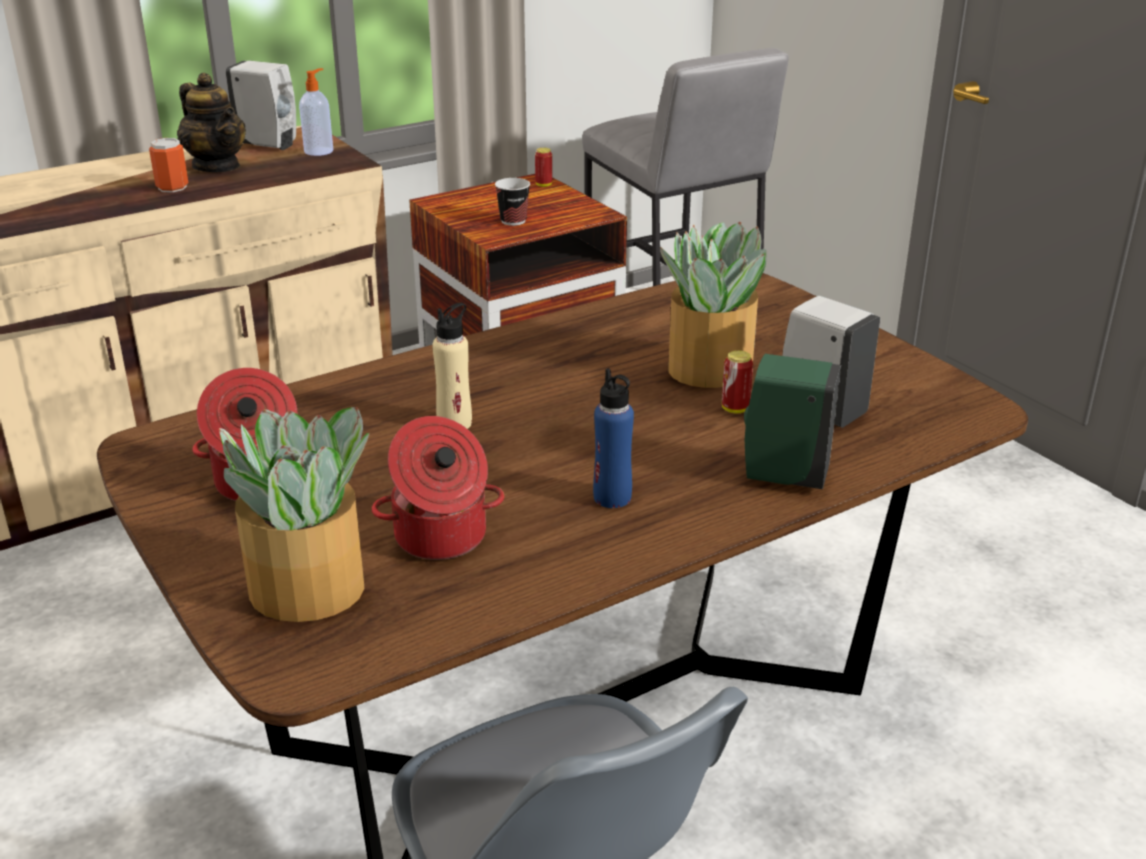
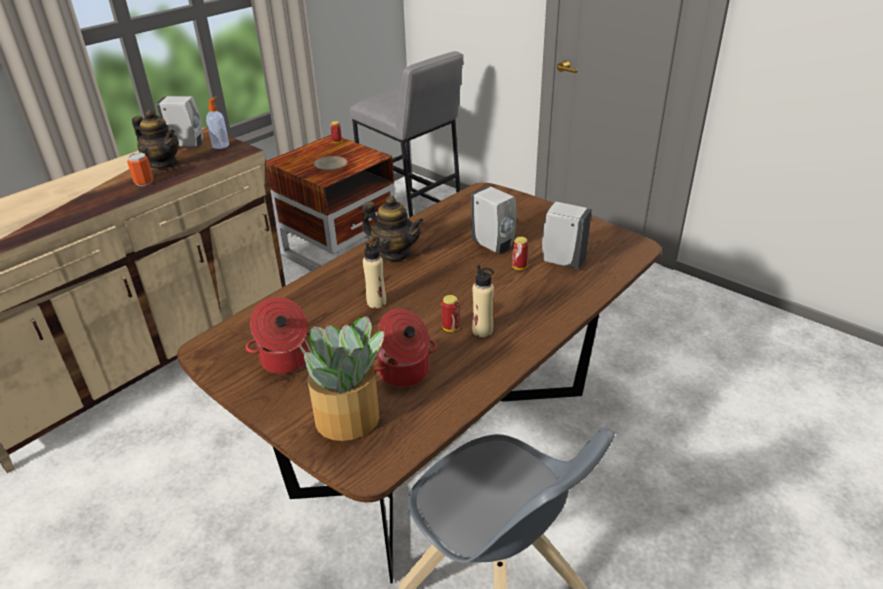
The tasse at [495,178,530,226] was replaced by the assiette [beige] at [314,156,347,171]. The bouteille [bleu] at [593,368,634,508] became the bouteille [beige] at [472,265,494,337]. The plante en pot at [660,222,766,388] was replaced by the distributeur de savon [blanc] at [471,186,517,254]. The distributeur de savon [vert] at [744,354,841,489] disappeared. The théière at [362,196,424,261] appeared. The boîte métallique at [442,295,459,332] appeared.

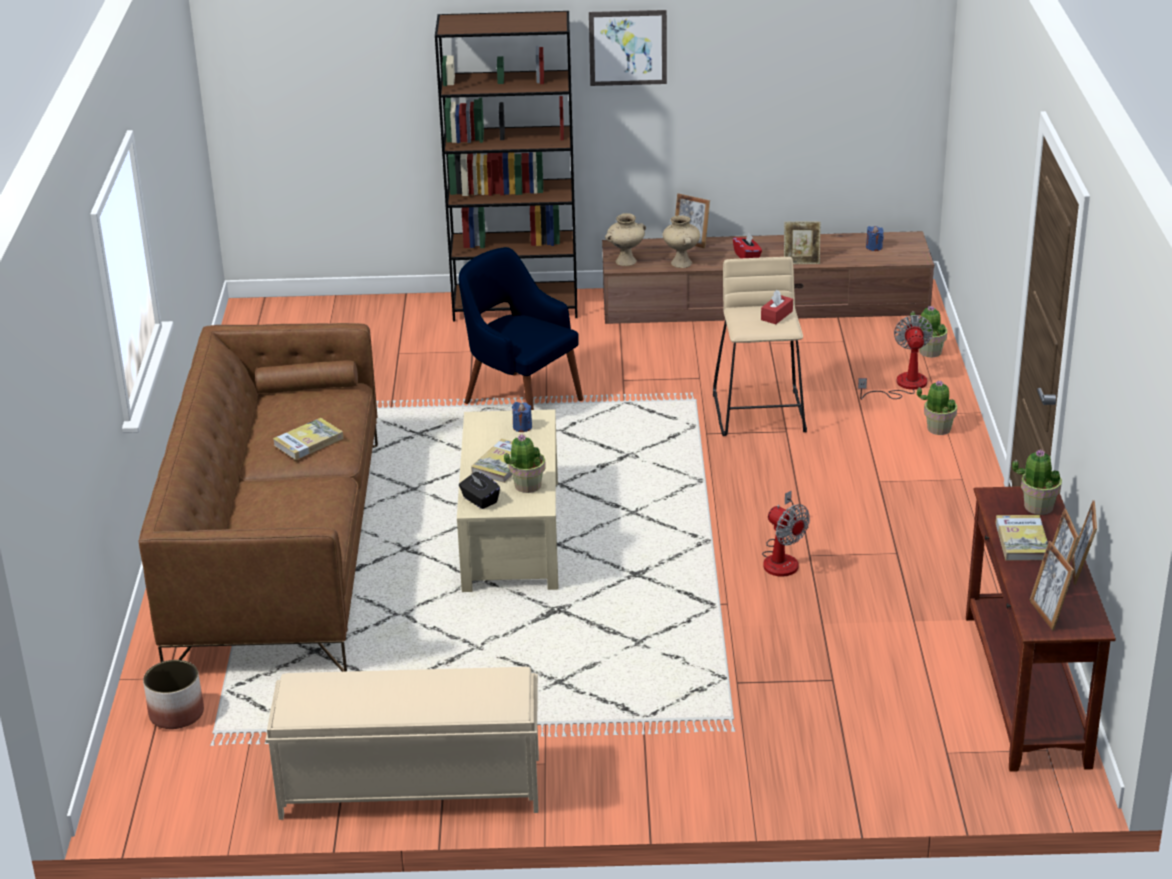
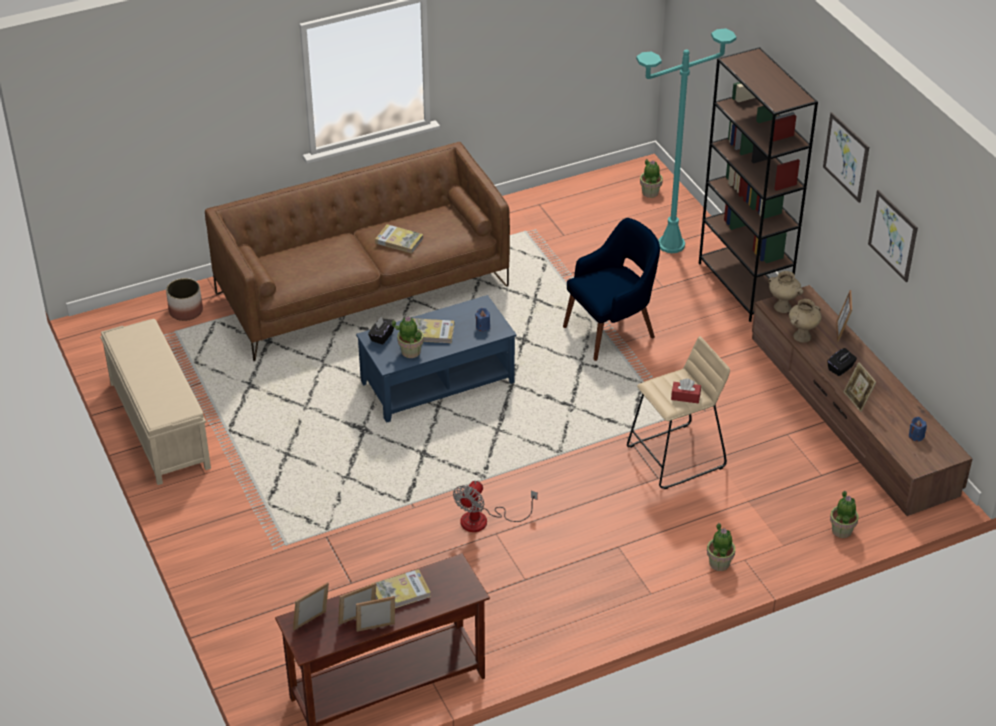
The table basse [beige] at [457,409,558,592] became the table basse [bleu] at [356,295,517,423]. The fauteuil [bleu] at [459,247,583,410] turned 45 degrees clockwise. The boîte à mouchoirs [rouge] at [733,232,762,259] became the boîte à mouchoirs [noir] at [827,348,857,376]. The ventilateur at [858,315,933,400] disappeared. The plante en pot moved from [1012,449,1062,515] to [640,159,663,198]. The lampadaire [turquoise] at [636,28,736,253] appeared. The tableau at [868,190,918,282] appeared.

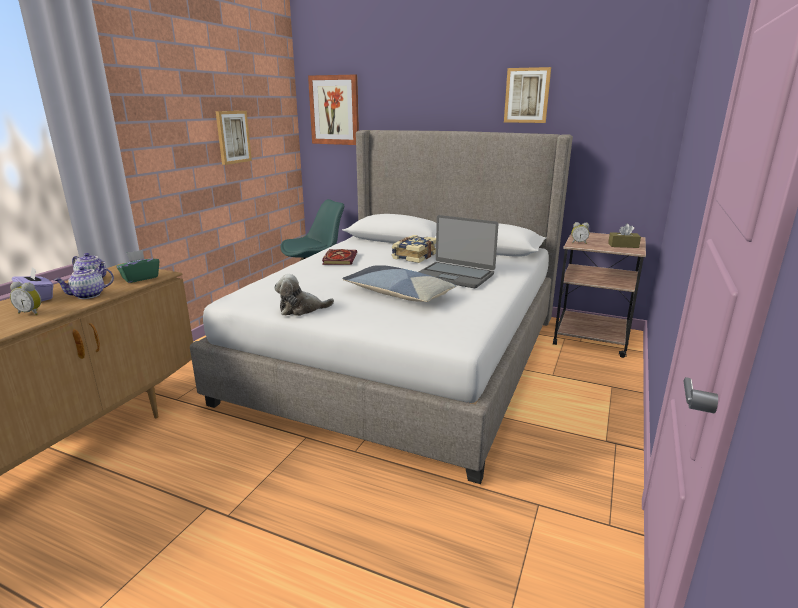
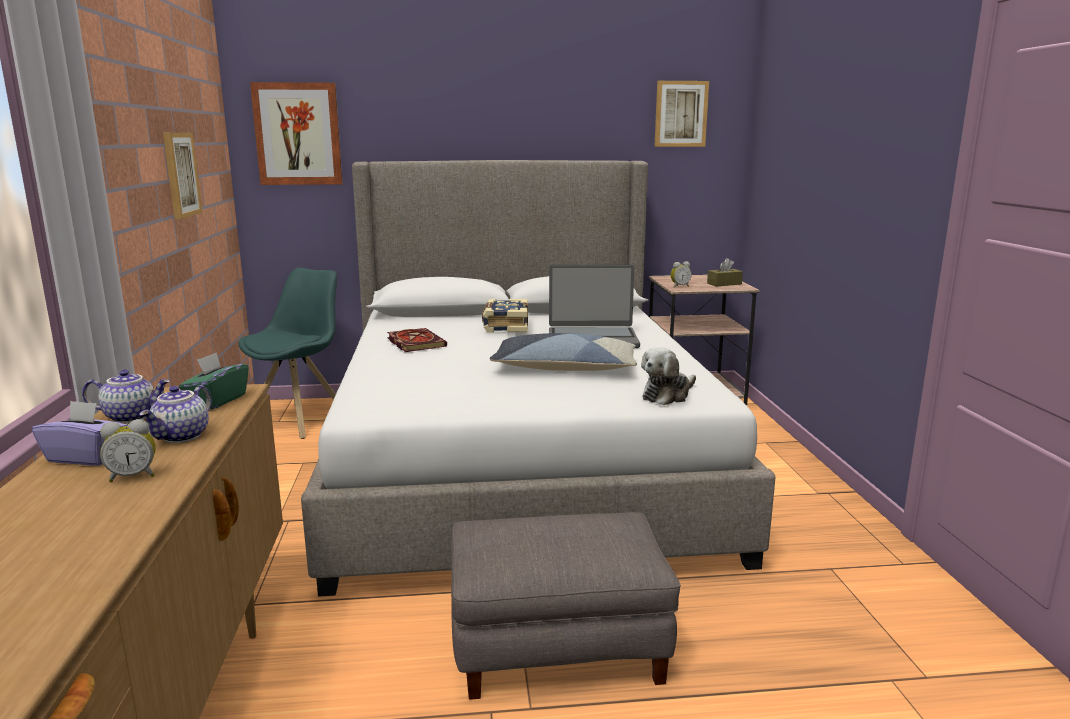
The peluche moved from [274,274,334,316] to [641,347,696,405]. The tableau moved from [504,67,551,123] to [654,81,709,147]. The pouf [gris] at [451,512,681,700] appeared.

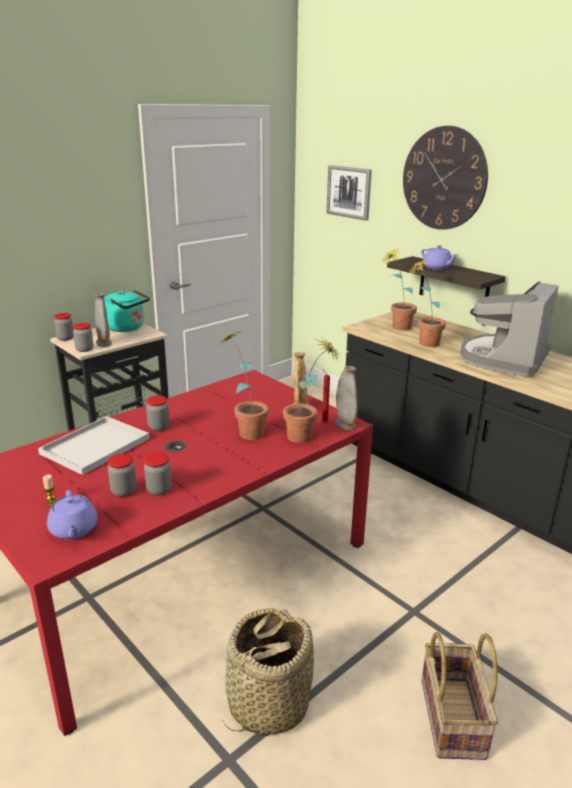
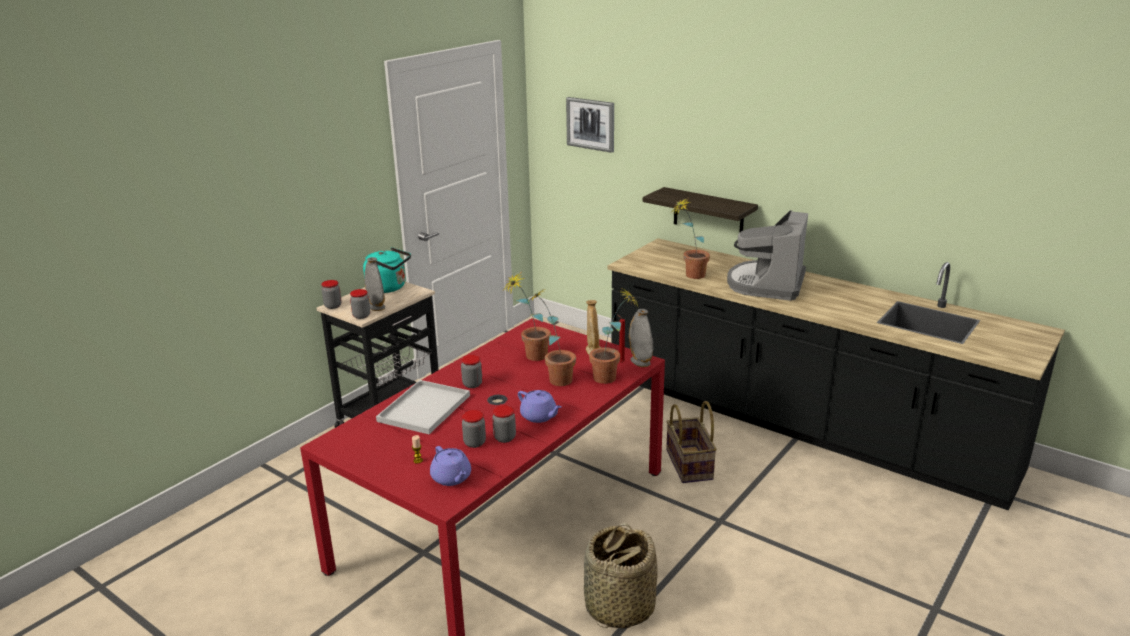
The plante en pot moved from [382,249,417,330] to [503,273,551,361]. The horloge murale at [403,126,488,230] disappeared. The théière [violet] moved from [421,245,458,270] to [518,390,561,423]. The panier moved from [421,632,498,760] to [666,401,717,483].

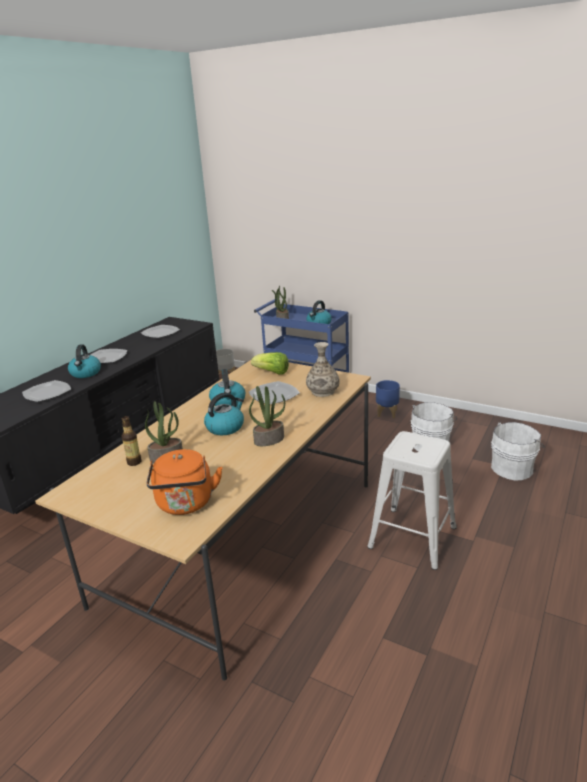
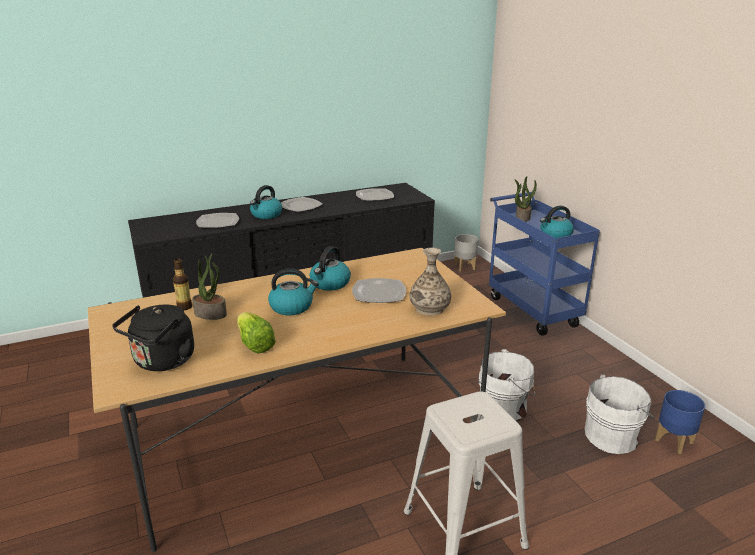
The bouilloire [orange] at [147,449,223,515] became the bouilloire [noir] at [112,305,194,371]. The plante en pot at [249,386,285,446] disappeared. The laitue moved from [251,352,289,374] to [237,312,276,354]. The cache-pot [bleu] moved from [376,380,400,418] to [655,390,705,454]. The seau [blanc] moved from [491,422,545,481] to [479,349,536,422].

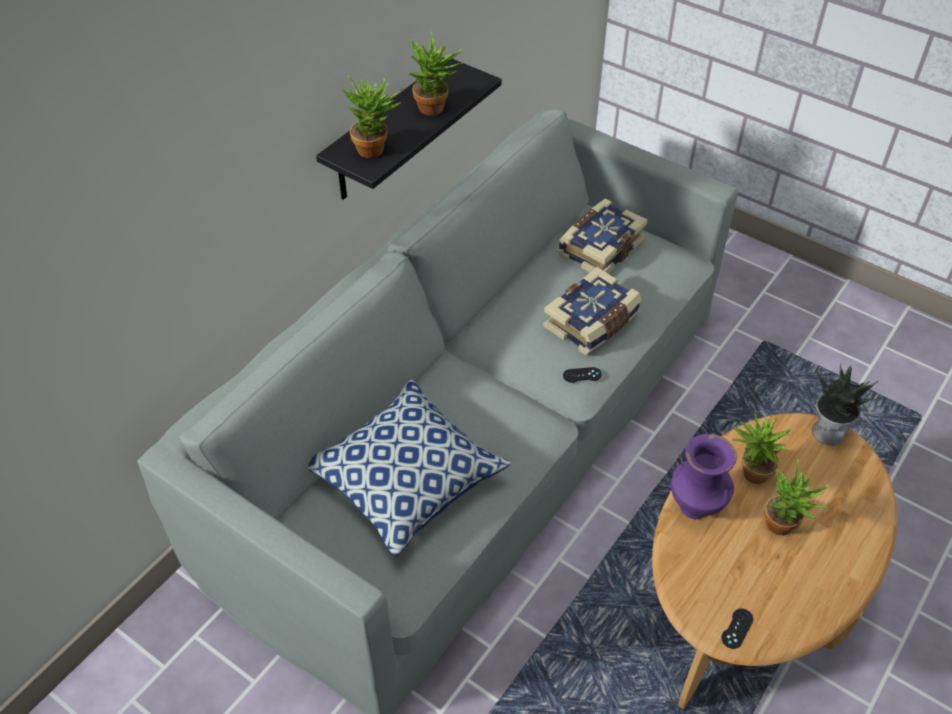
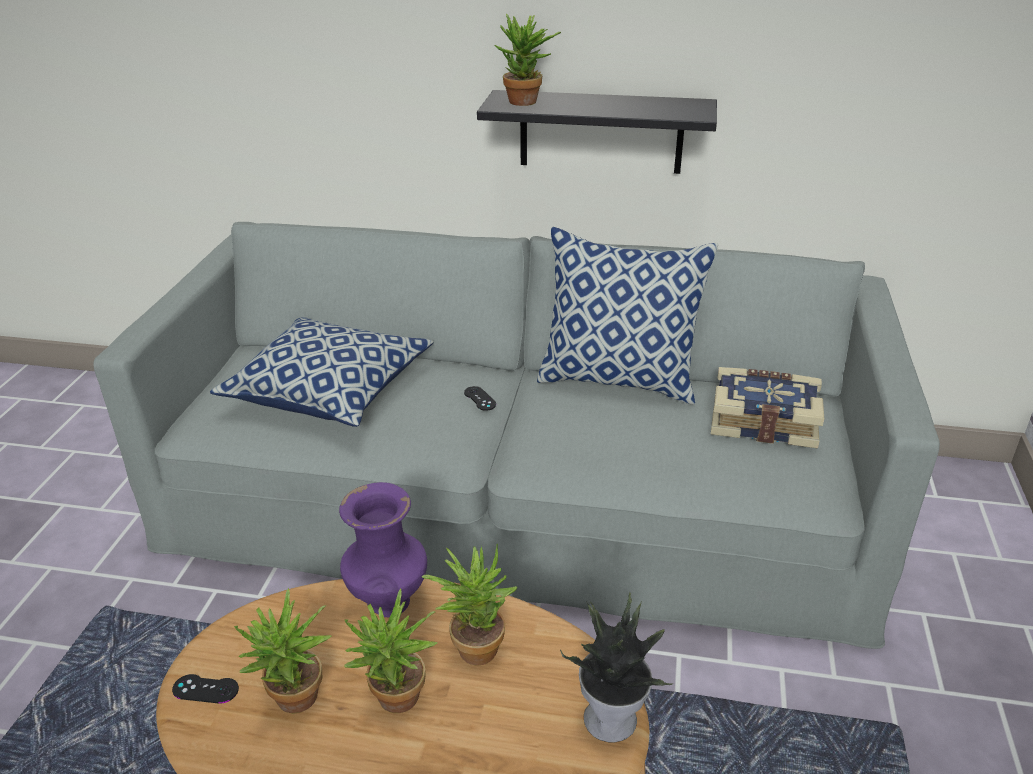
The plante en pot moved from [408,32,463,116] to [234,588,332,714]. The livre at [543,267,642,355] disappeared. The manette [noir] moved from [563,367,602,383] to [464,386,496,411]. The coussin at [537,227,718,405] appeared.

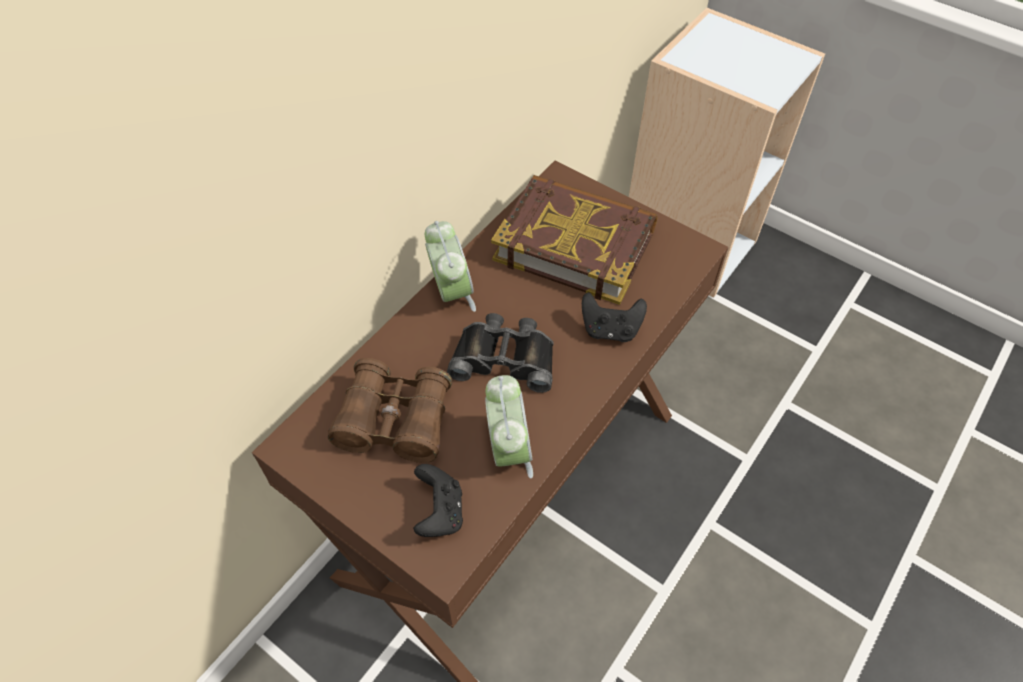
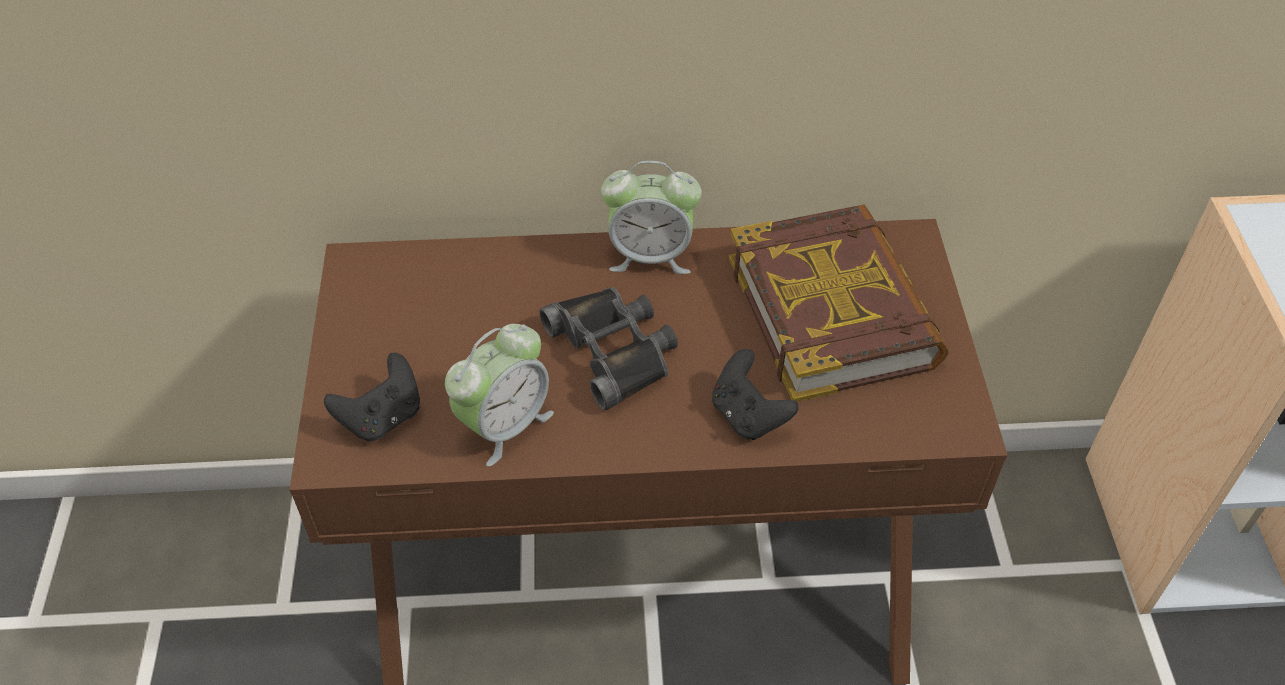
The jumelles [marron] at [328,358,452,463] disappeared. The réveil at [425,221,476,312] turned 60 degrees clockwise.

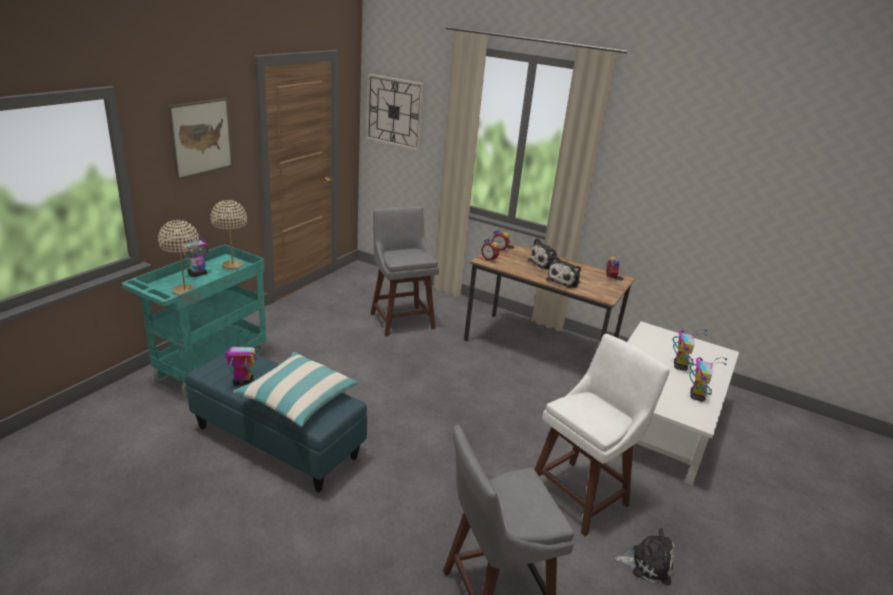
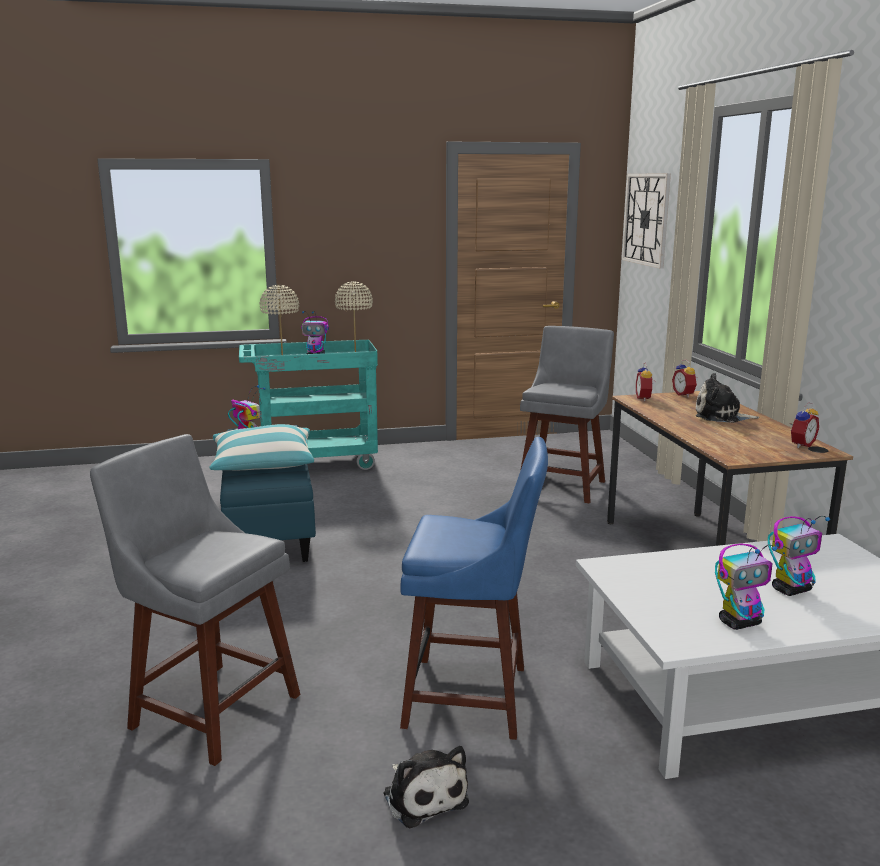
The tableau at [168,98,233,180] disappeared. The chaise [blanc] at [534,334,670,536] became the chaise [bleu] at [400,437,548,740]. The peluche at [546,256,581,288] disappeared.

